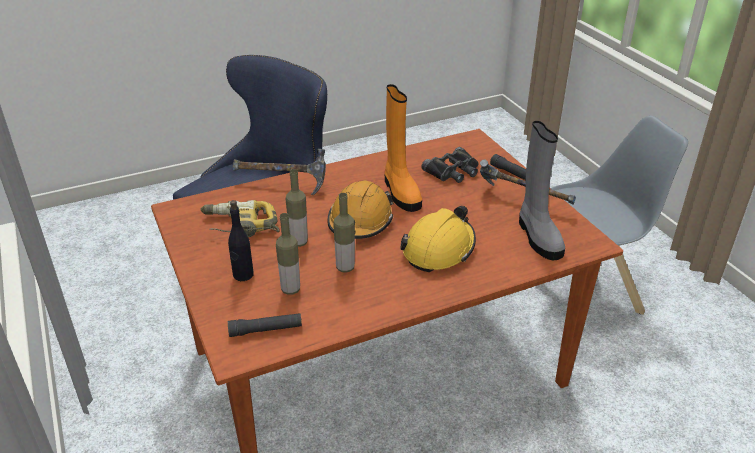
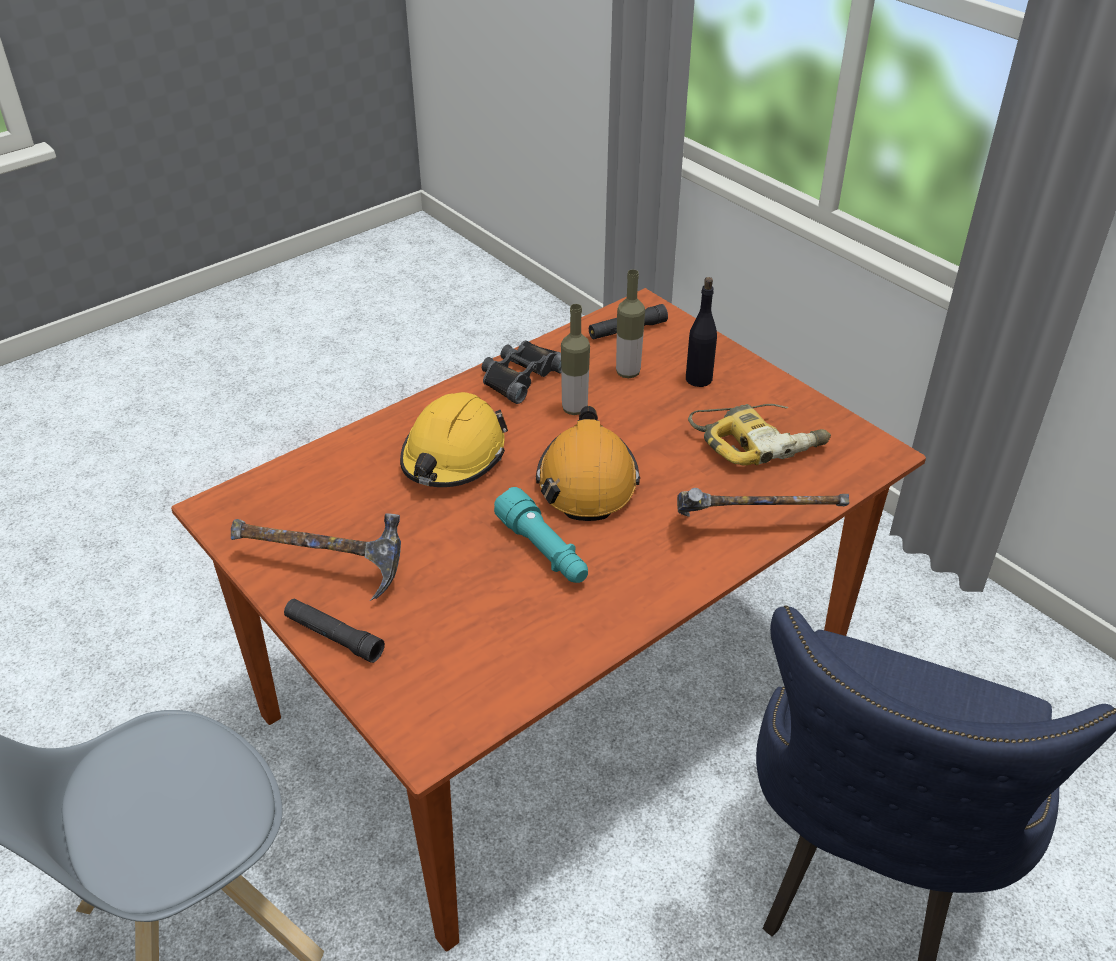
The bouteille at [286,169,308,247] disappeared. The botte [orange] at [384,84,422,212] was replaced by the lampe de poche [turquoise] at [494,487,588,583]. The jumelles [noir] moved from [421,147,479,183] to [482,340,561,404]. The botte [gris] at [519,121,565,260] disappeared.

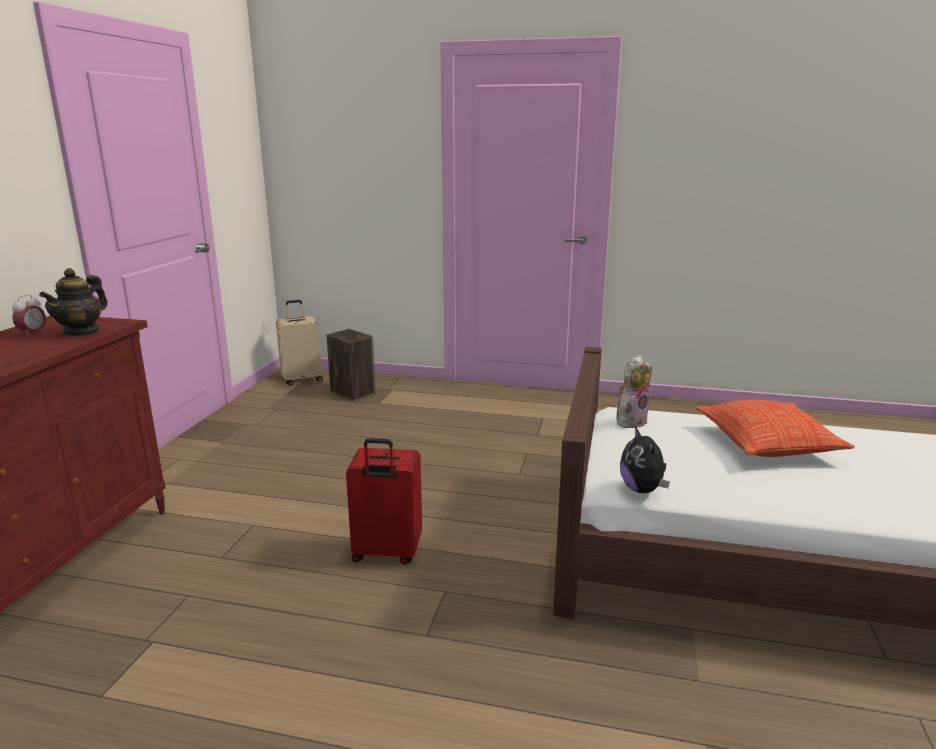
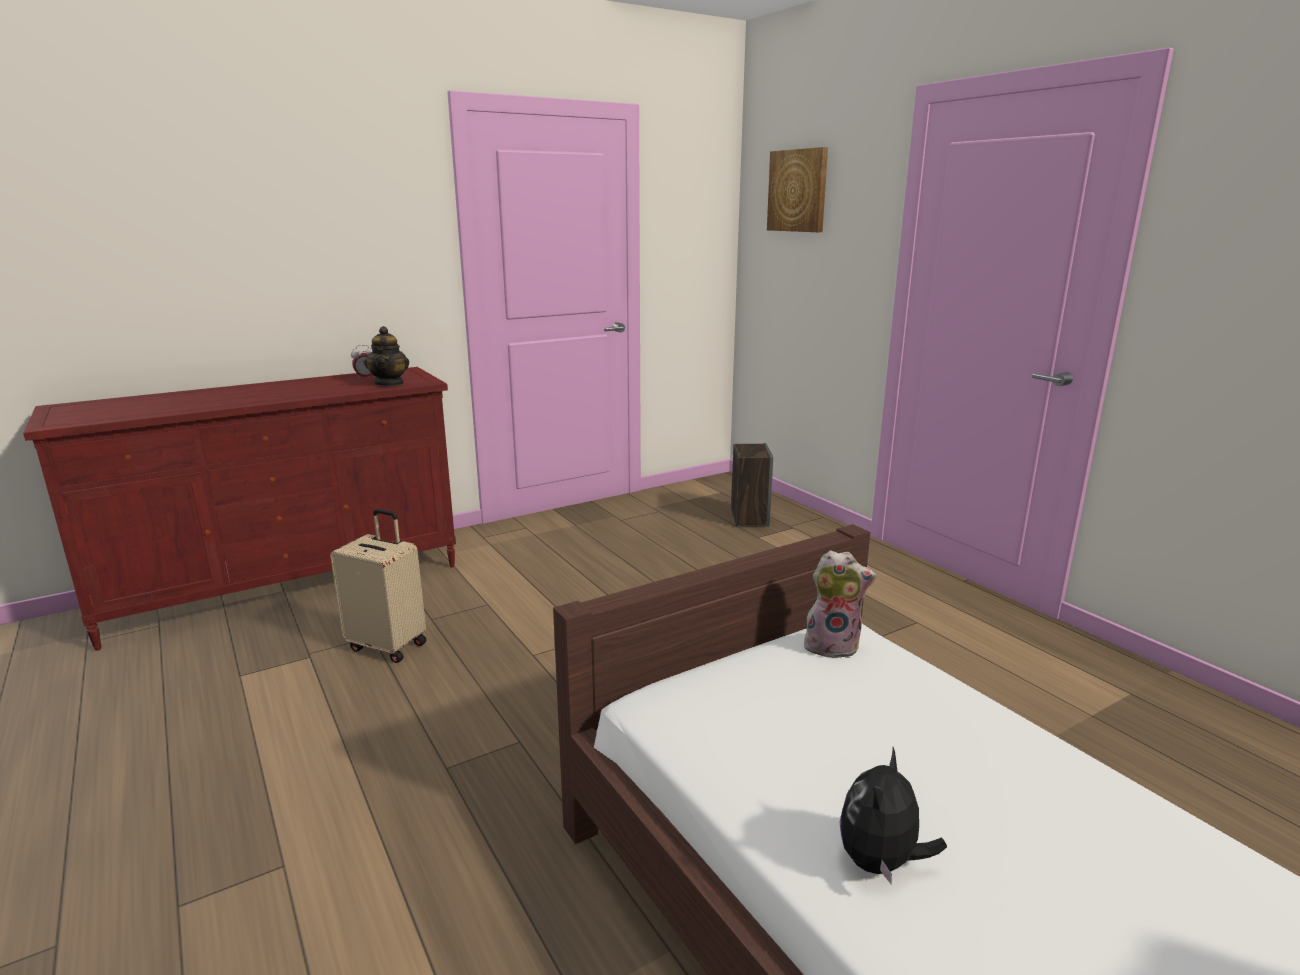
The théière at [39,268,108,336] turned 75 degrees counterclockwise. The valise [beige] moved from [276,300,323,385] to [330,509,426,663]. The valise [rouge] at [346,438,422,565] disappeared. The peluche moved from [620,426,670,493] to [839,747,947,885]. The coussin [orange] at [696,400,855,457] disappeared. The tableau at [767,147,828,232] appeared.

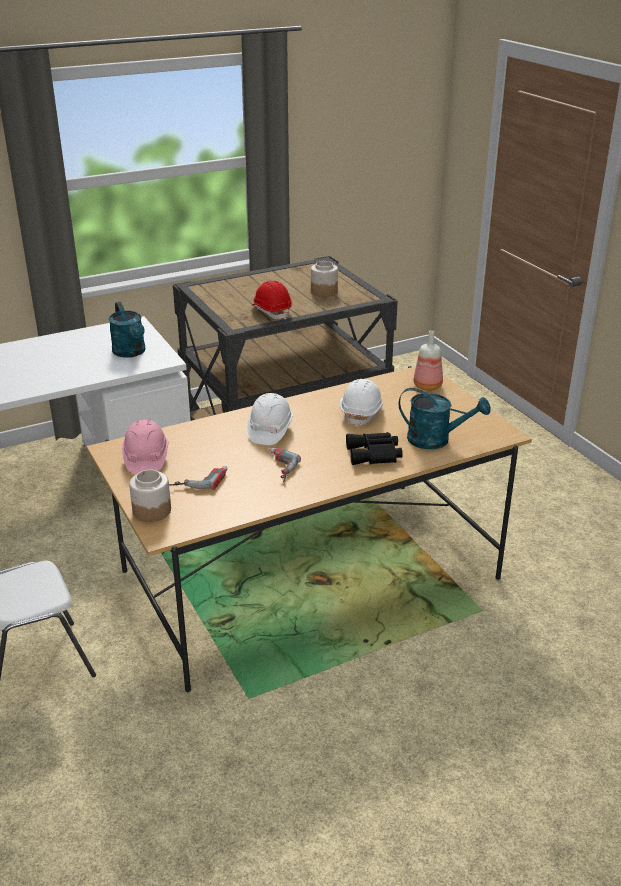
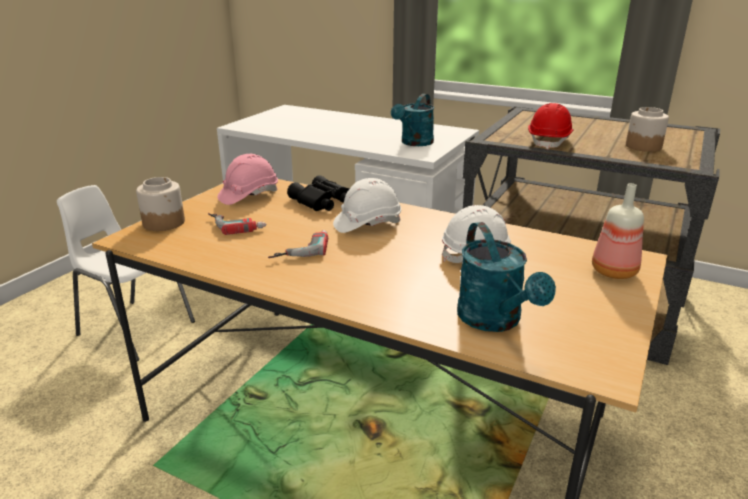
The jumelles [noir] moved from [346,432,403,465] to [287,175,349,211].

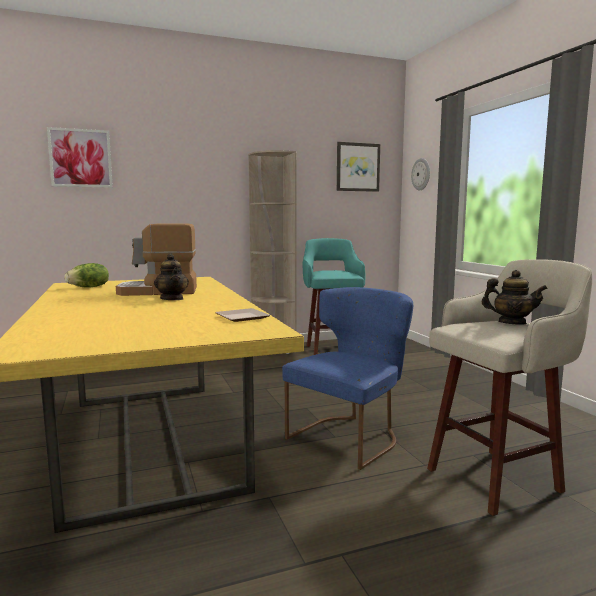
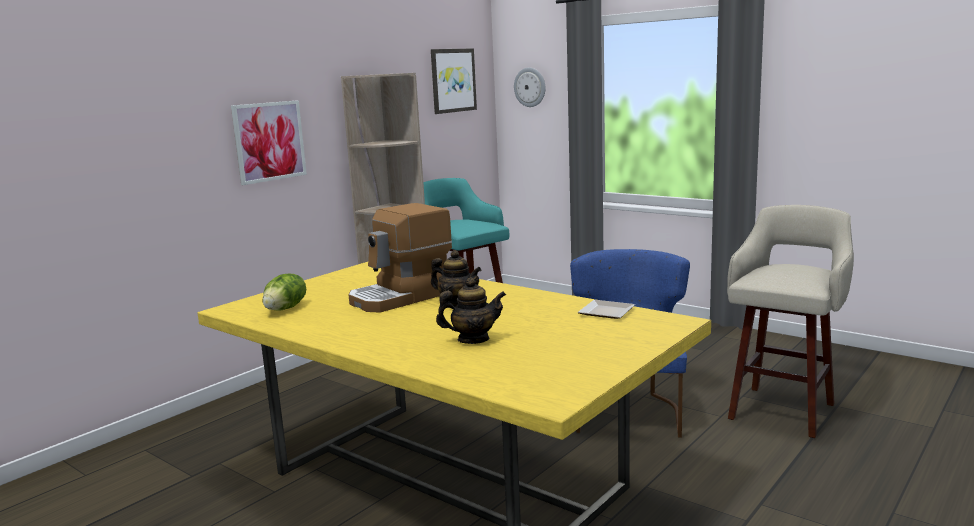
The tableau moved from [47,127,113,188] to [231,100,307,185]. The théière moved from [481,270,548,325] to [436,278,506,344].

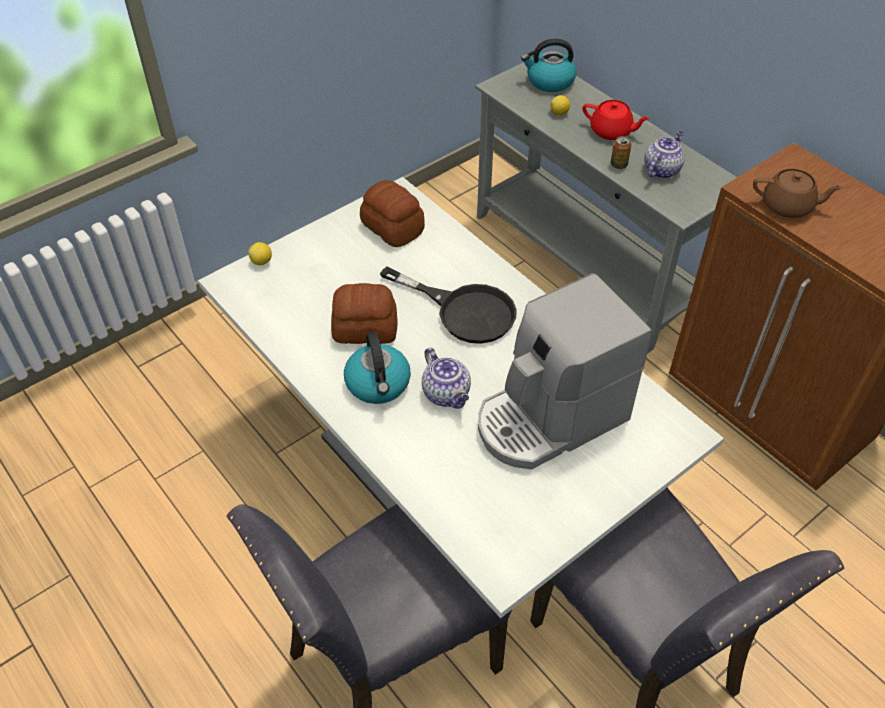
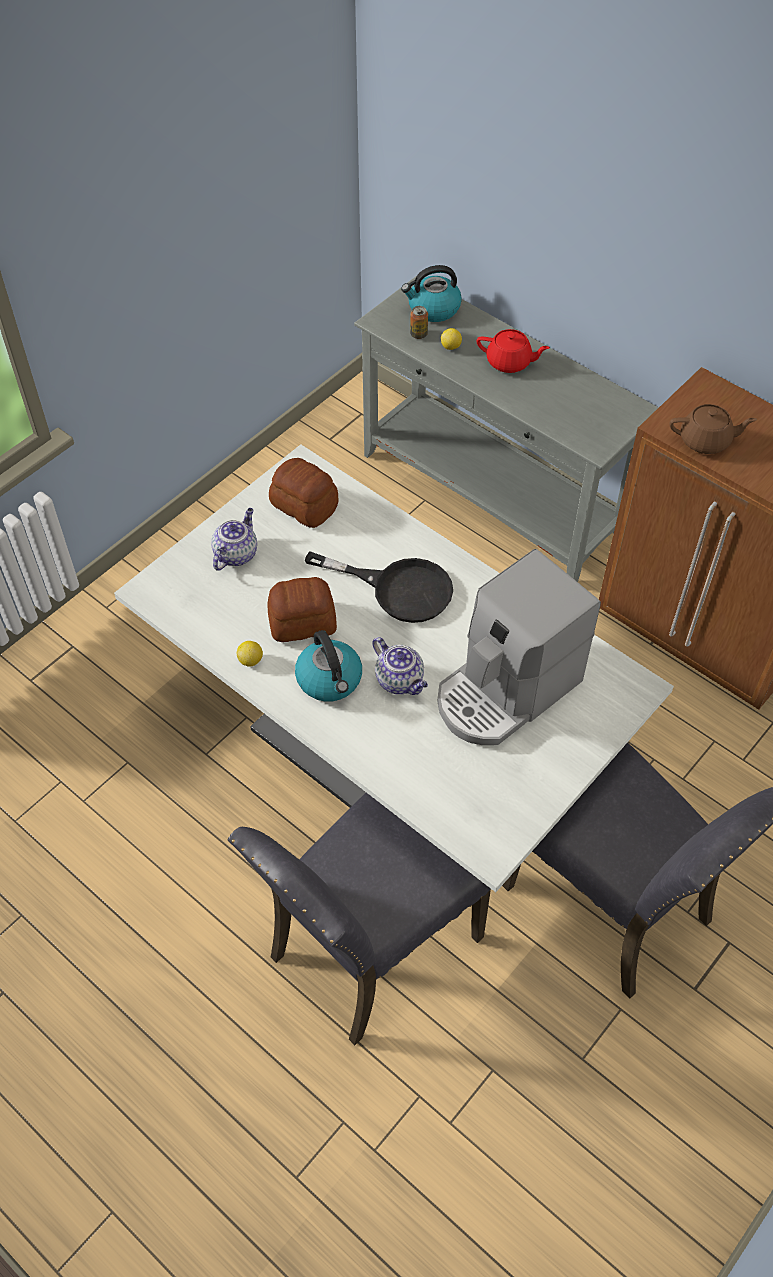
The citron moved from [248,242,272,265] to [237,641,263,667]. The boîte métallique moved from [611,136,631,169] to [410,306,428,339]. The théière moved from [644,131,685,178] to [211,508,257,571].

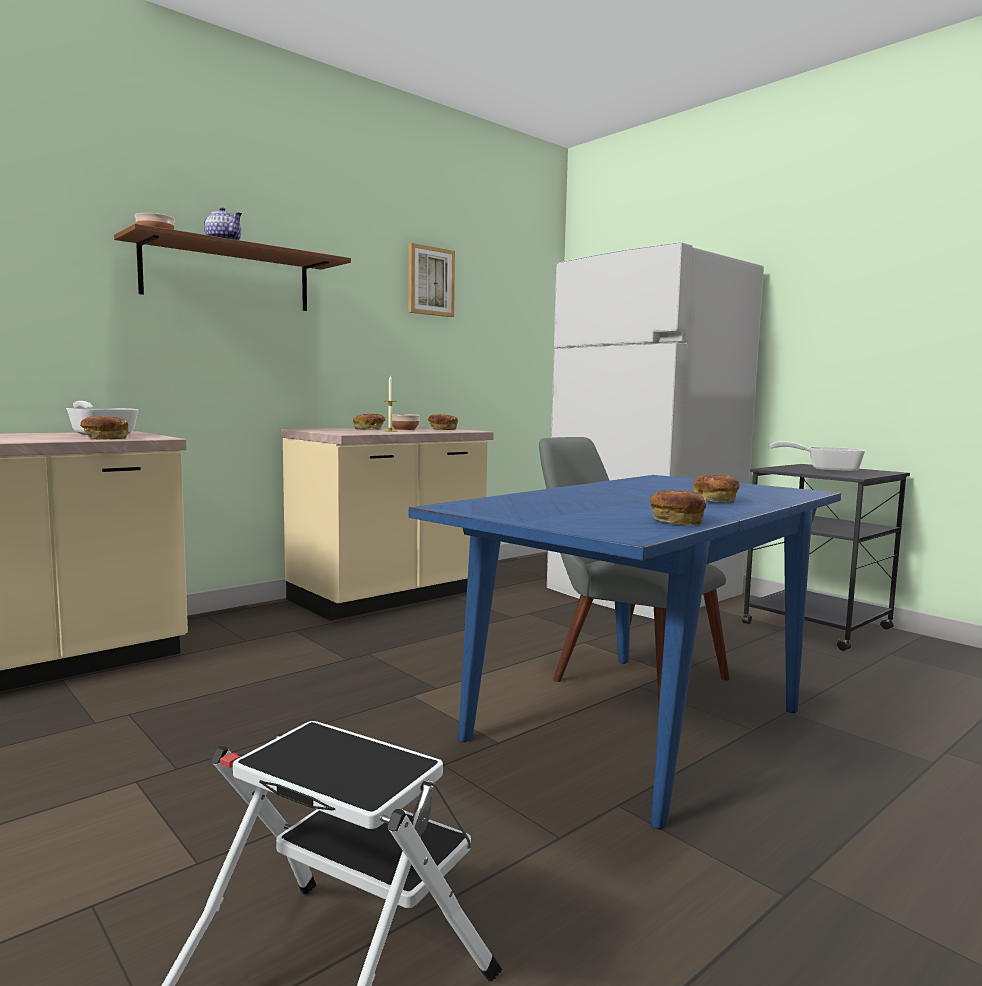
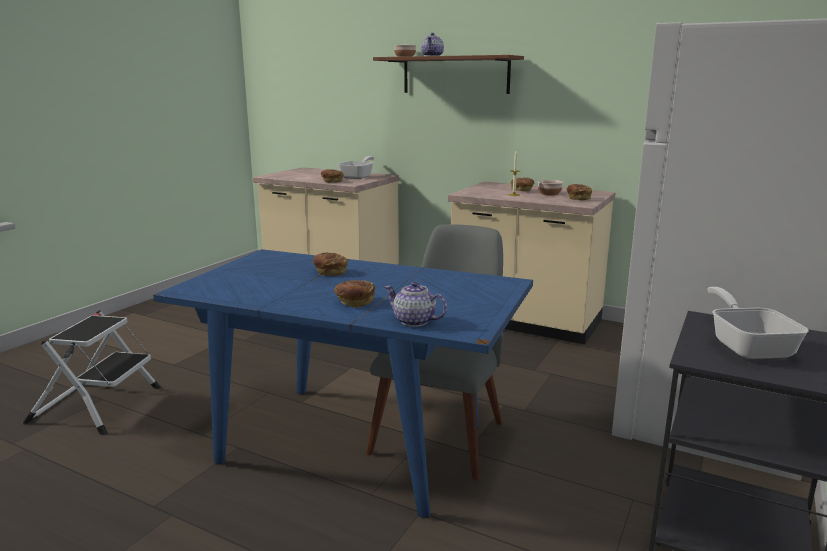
The tableau at [408,243,455,317] disappeared. The pain moved from [650,490,707,525] to [313,253,348,276]. The théière at [385,282,447,327] appeared.

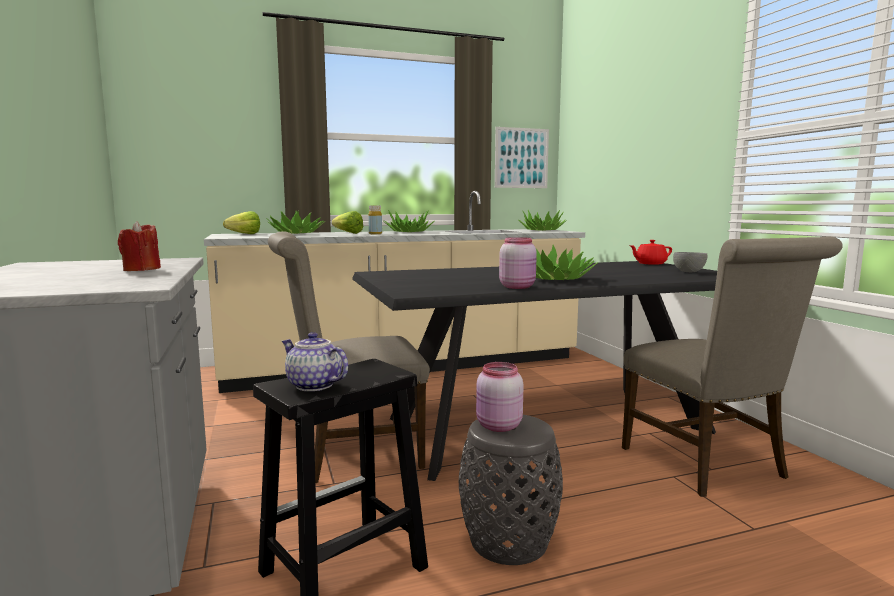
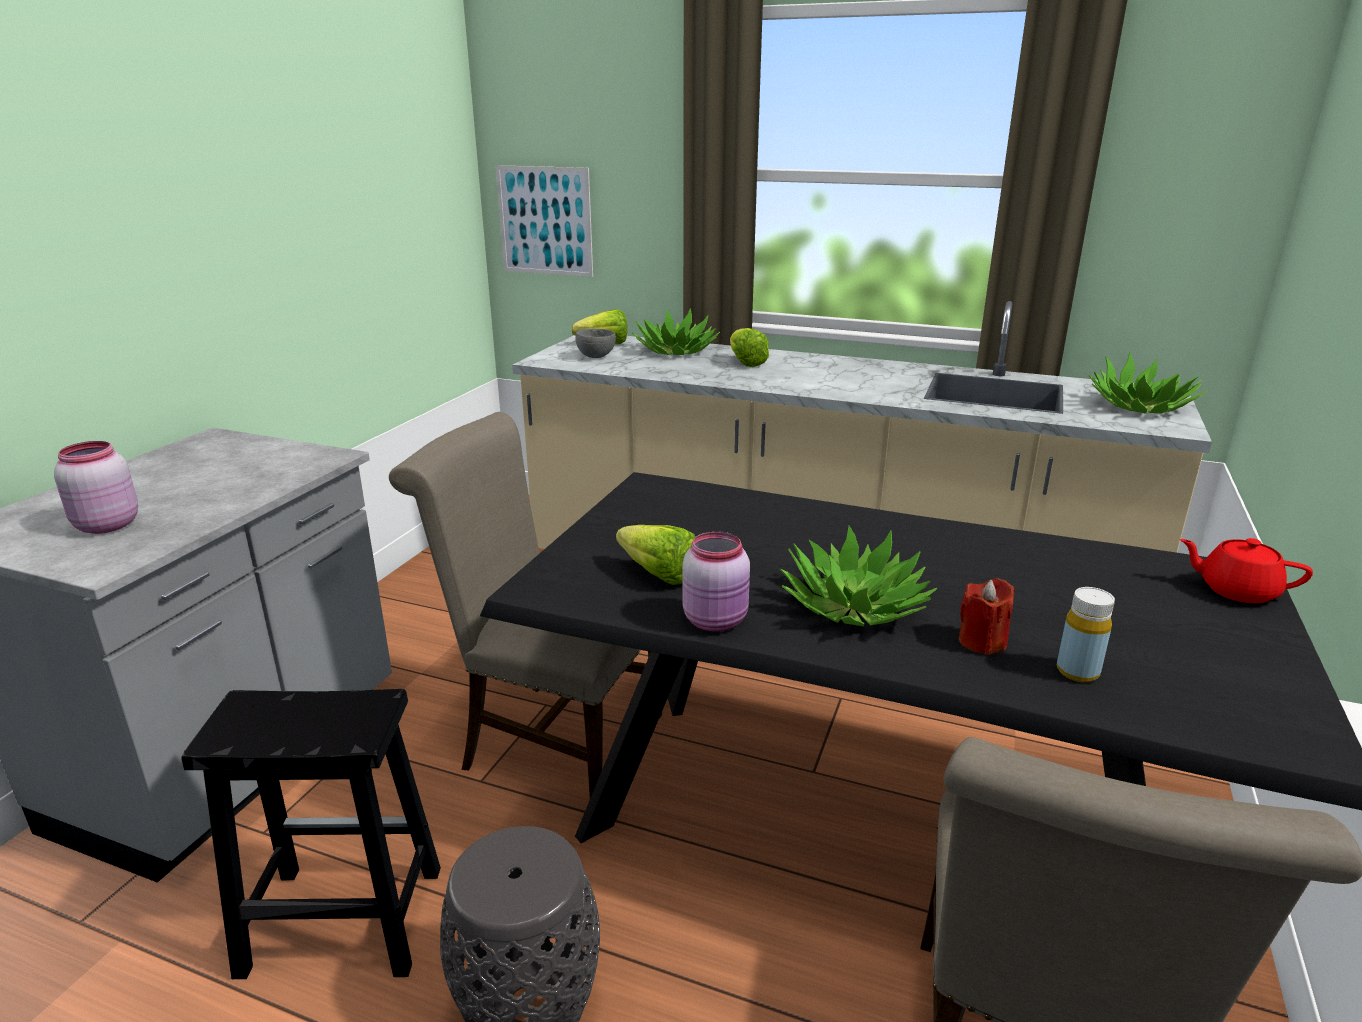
The bougie [rouge] moved from [118,221,161,271] to [959,578,1014,655]. The théière at [282,332,348,391] disappeared. The bouteille [jaune] moved from [368,205,382,234] to [1057,587,1115,682]. The plante en pot at [384,210,434,232] disappeared. The bocal [rose] moved from [476,362,524,432] to [54,441,138,534]. The tableau moved from [495,127,549,188] to [495,165,593,277]. The bol [gris] moved from [673,252,707,272] to [575,329,616,358]. The laitue at [616,525,695,585] appeared.

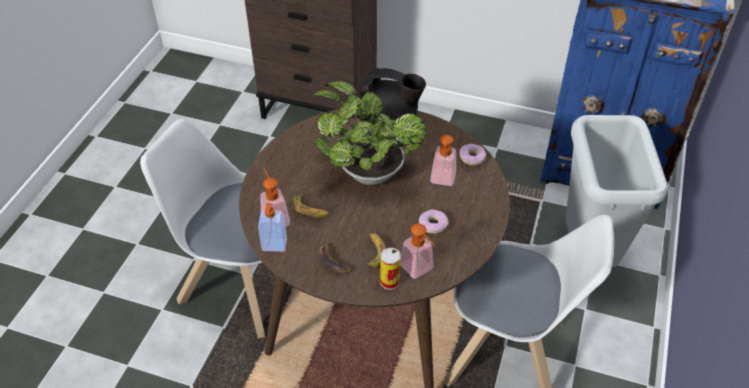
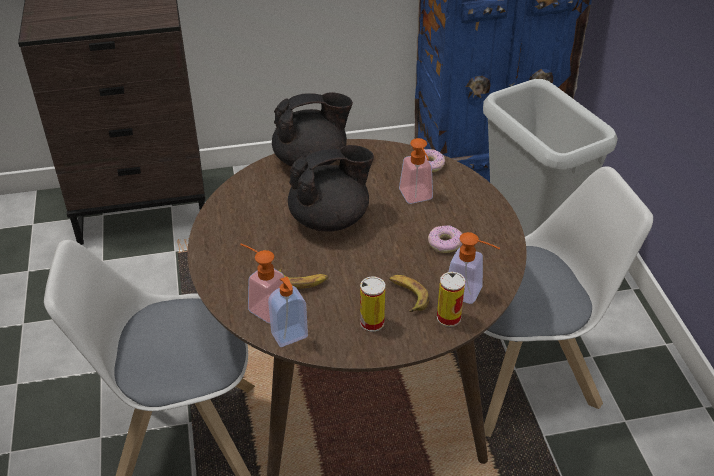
The plante en pot at [311,81,426,185] was replaced by the théière [noir] at [288,145,374,232]. The banane at [319,241,352,273] was replaced by the boîte métallique at [360,277,385,332].

